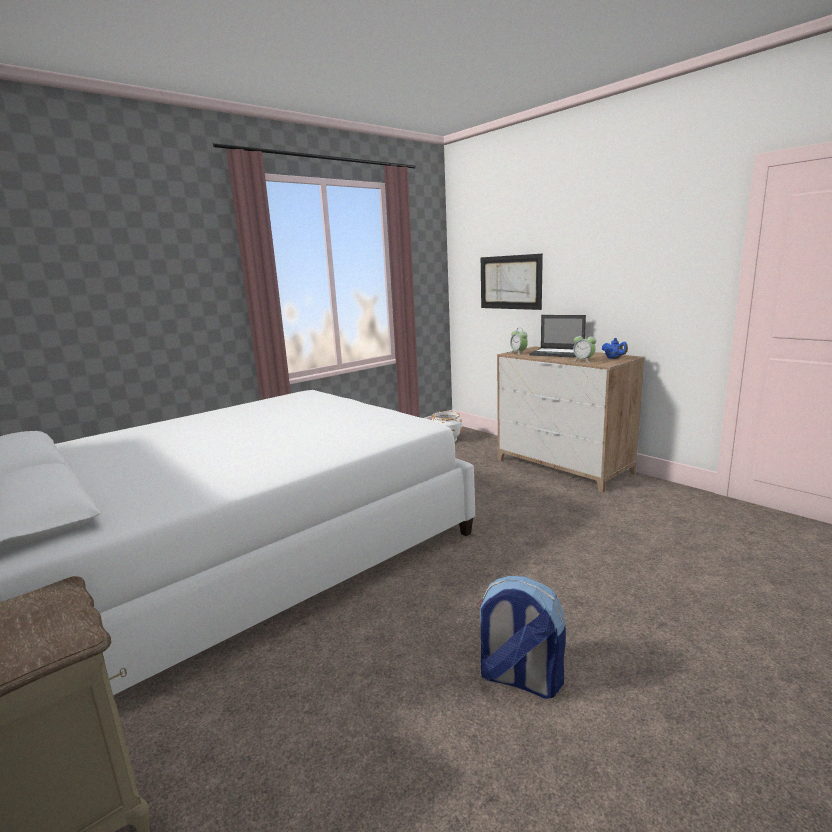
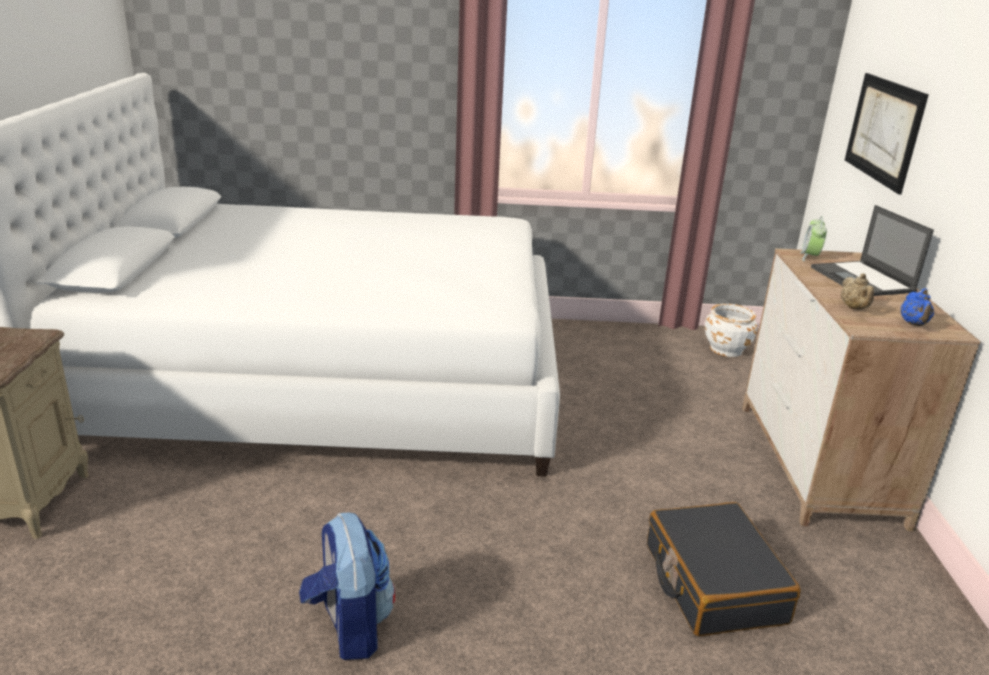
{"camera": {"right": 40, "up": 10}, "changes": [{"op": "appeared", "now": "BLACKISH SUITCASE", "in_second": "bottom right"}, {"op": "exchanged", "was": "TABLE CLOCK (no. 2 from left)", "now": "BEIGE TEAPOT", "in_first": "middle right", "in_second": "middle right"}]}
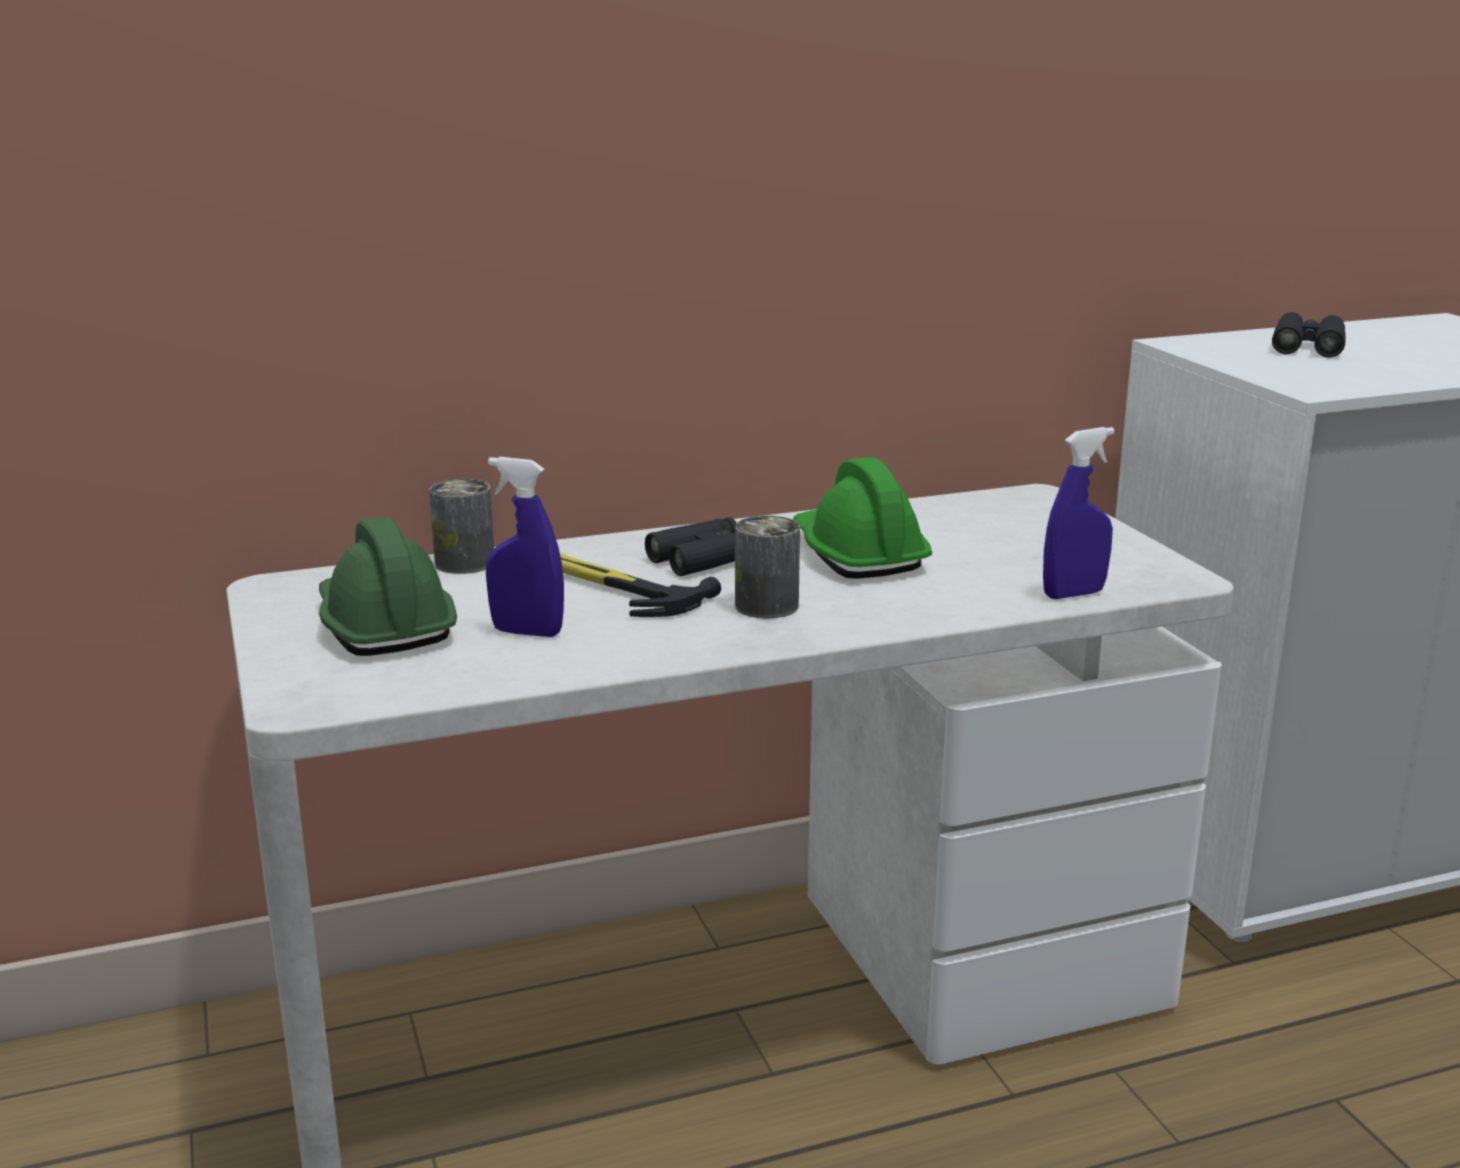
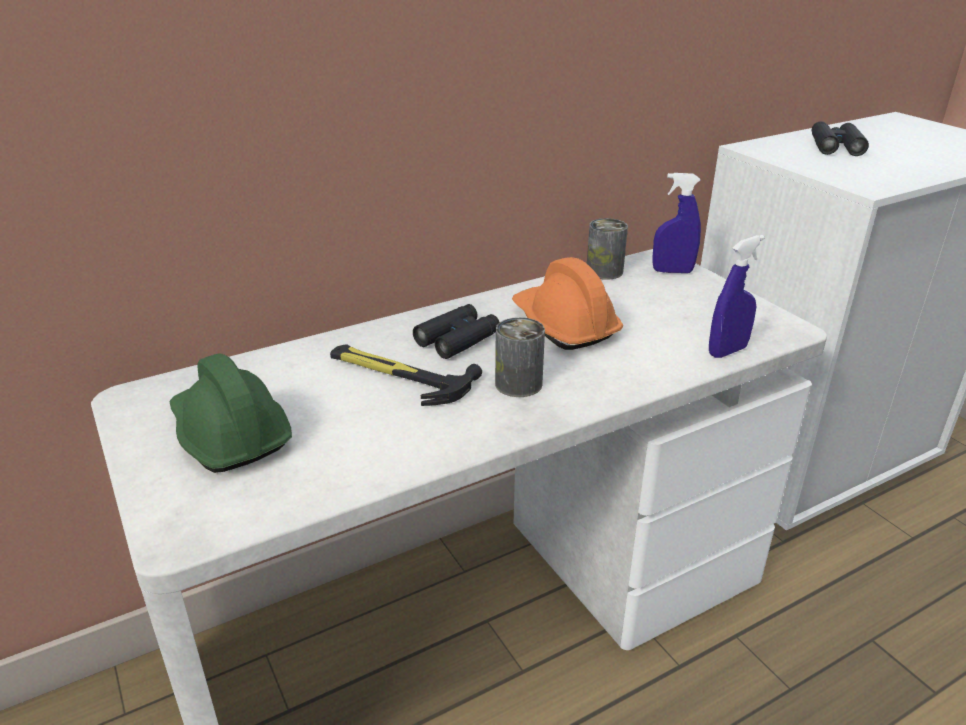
{"camera": {"right": -10, "up": 10}, "changes": [{"op": "colour", "was": "GREENISH HARD HAT (no. 2 from left)", "now": "ORANGEY HARD HAT", "in_first": "centre", "in_second": "centre"}, {"op": "relocated", "was": "METAL CAN (no. 1 from left in the first image)", "now": "METAL CAN (no. 2 from left)", "in_first": "middle left", "in_second": "centre"}, {"op": "relocated", "was": "BLUE HAND SPRAYER (no. 1 from left)", "in_first": "centre", "in_second": "top right"}]}
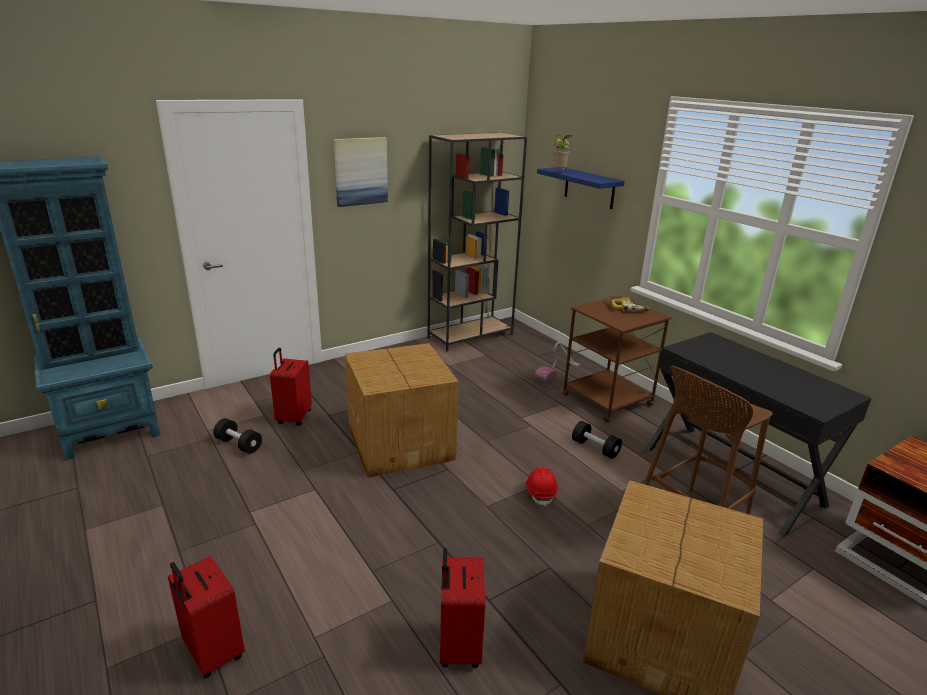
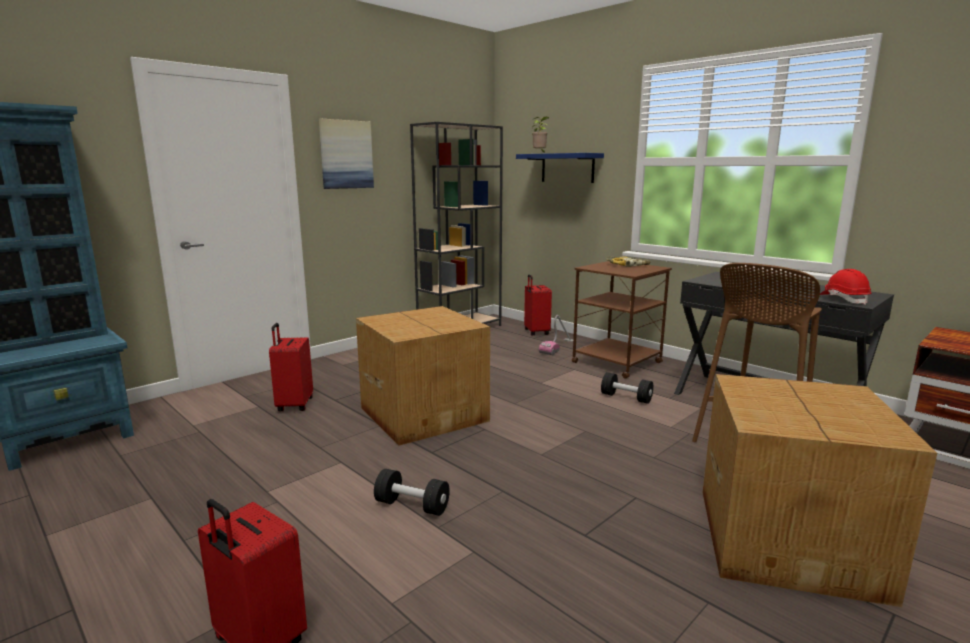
{"camera": {"right": -10, "up": -10}, "changes": [{"op": "relocated", "was": "BLACKISH DUMBBELL (no. 1 from left)", "in_first": "middle left", "in_second": "bottom centre"}, {"op": "relocated", "was": "RED-COLOURED SUITCASE (no. 3 from left)", "in_first": "bottom centre", "in_second": "centre"}, {"op": "relocated", "was": "RED-COLOURED HARD HAT", "in_first": "bottom centre", "in_second": "middle right"}]}
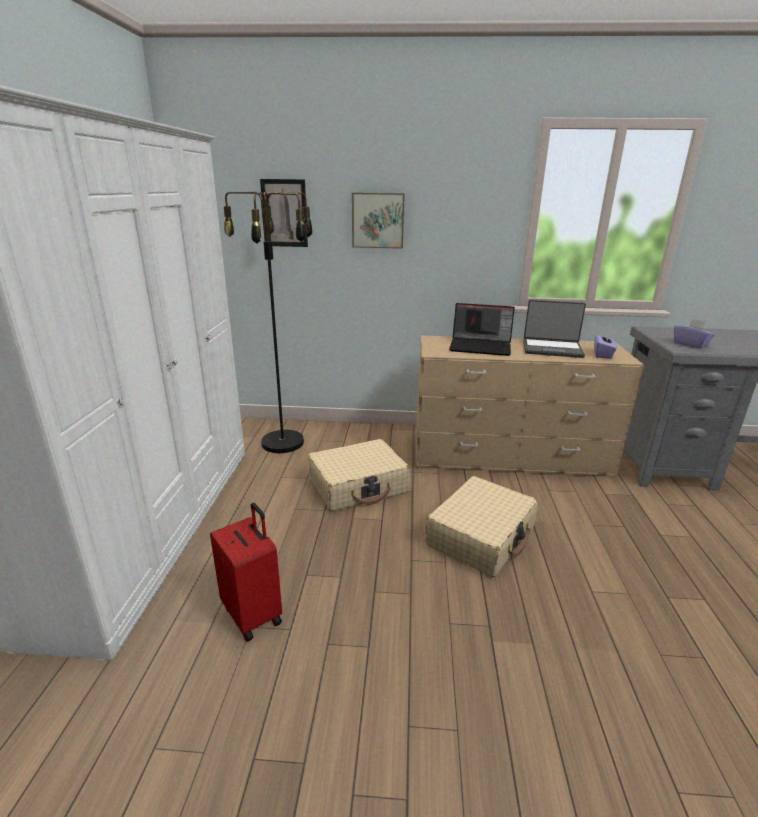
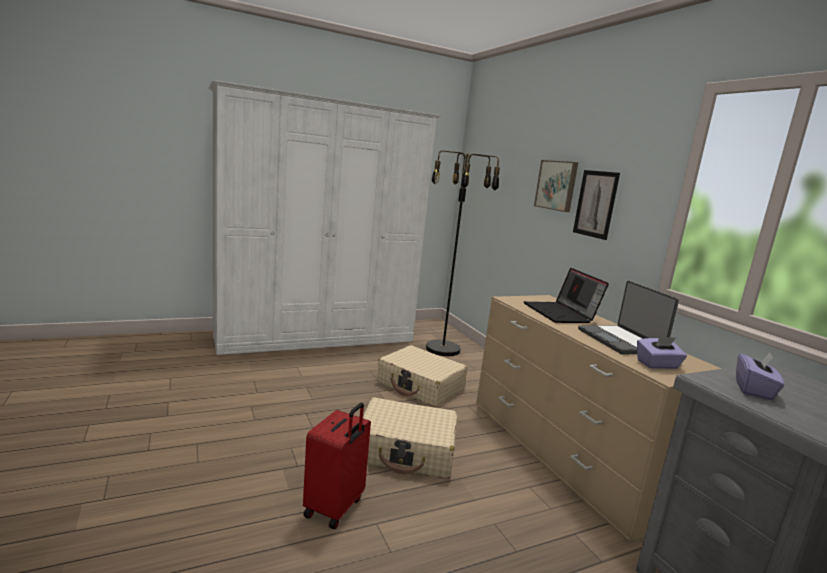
{"camera": {"right": 60, "up": -10}, "changes": [{"op": "relocated", "was": "RED-COLOURED SUITCASE", "in_first": "bottom left", "in_second": "bottom centre"}, {"op": "relocated", "was": "WALL PICTURE (no. 1 from left in the first image)", "now": "WALL PICTURE (no. 2 from left)", "in_first": "top centre", "in_second": "middle right"}]}
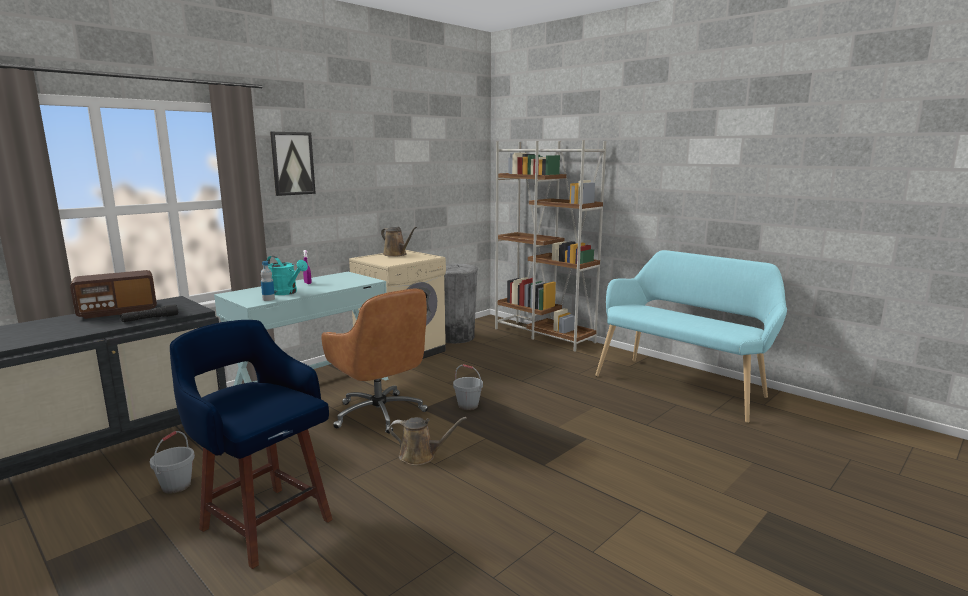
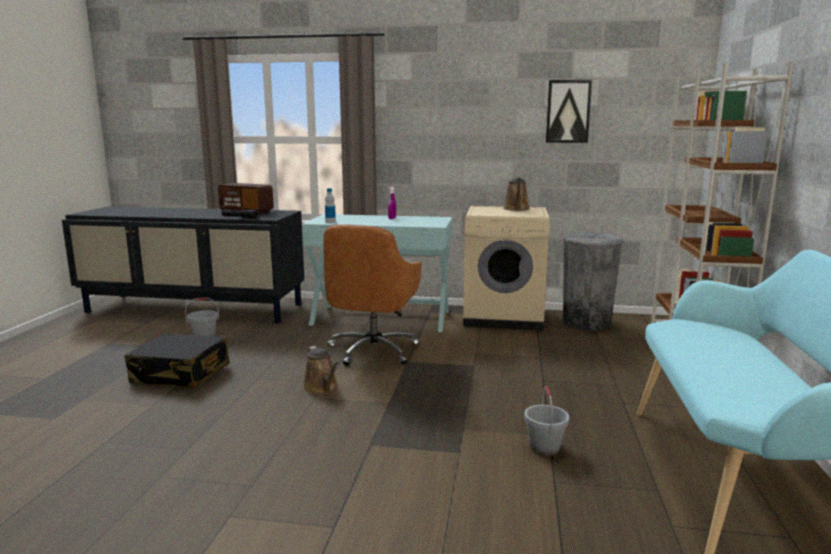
{"camera": {"right": 55, "up": 0}, "changes": [{"op": "exchanged", "was": "BLUE STOOL SEAT", "now": "BLACKISH SUITCASE", "in_first": "bottom left", "in_second": "middle left"}, {"op": "relocated", "was": "GREY WATER BUCKET (no. 2 from left)", "in_first": "centre", "in_second": "bottom centre"}, {"op": "relocated", "was": "WALL PICTURE", "in_first": "top left", "in_second": "top right"}, {"op": "missing", "was": "TURQUOISE-COLOURED WATERING POT", "in_first": "middle left"}]}
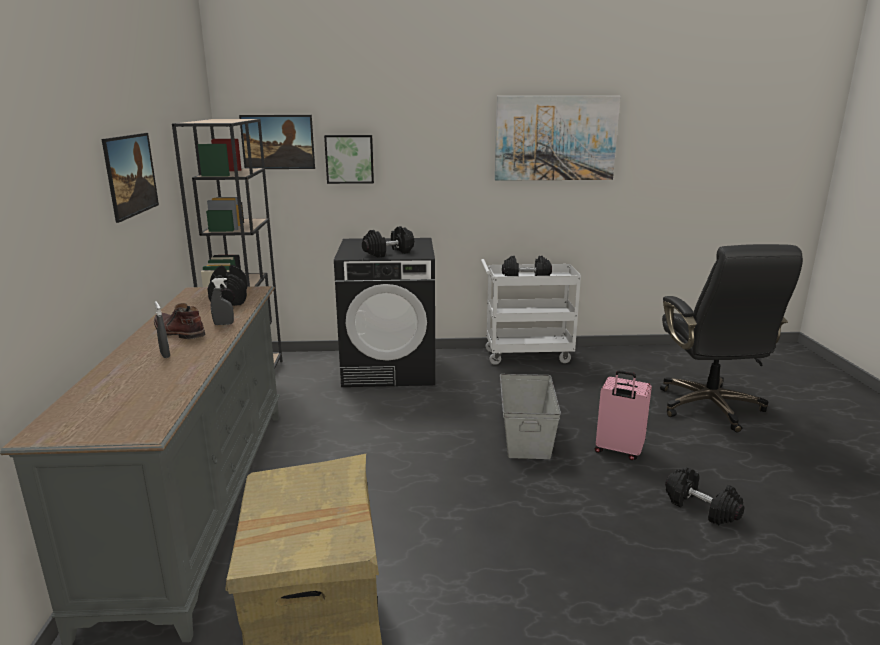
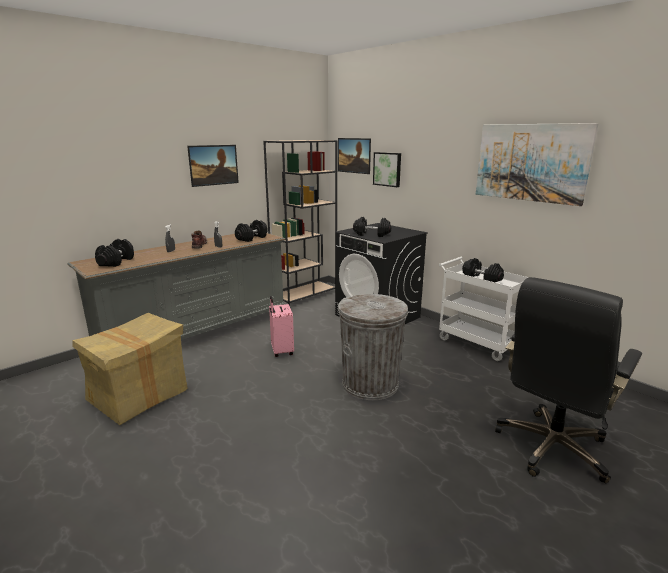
{"camera": {"right": 50, "up": 0}, "changes": [{"op": "relocated", "was": "BLACKISH DUMBBELL (no. 4 from left in the first image)", "now": "BLACKISH DUMBBELL (no. 1 from left)", "in_first": "bottom right", "in_second": "middle left"}, {"op": "relocated", "was": "PINKISH SUITCASE", "in_first": "middle right", "in_second": "centre"}, {"op": "exchanged", "was": "GREY STORAGE CONTAINER", "now": "GREY WASTE BIN", "in_first": "centre", "in_second": "centre"}]}
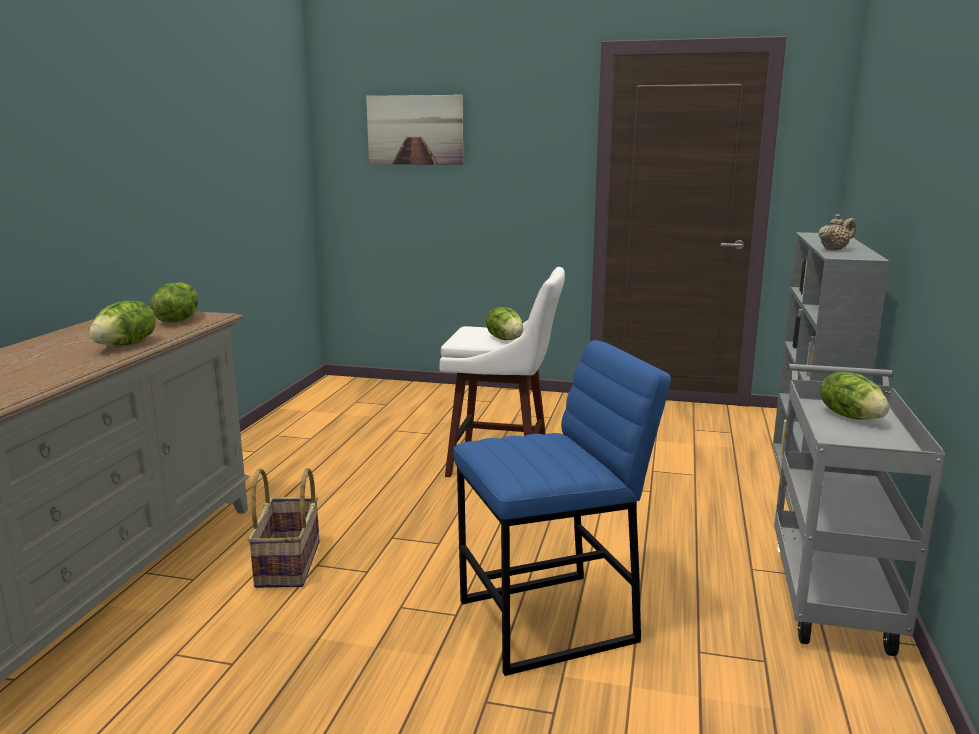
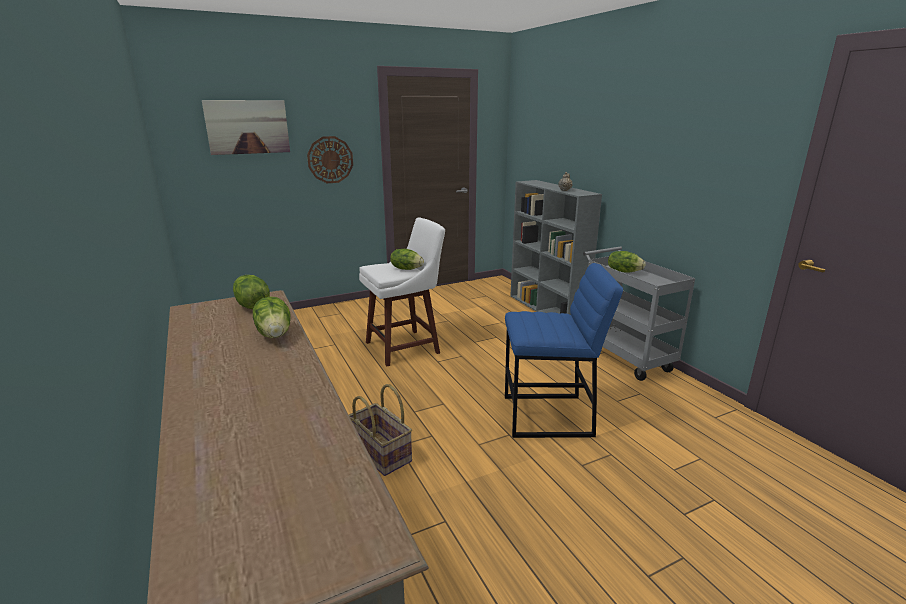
{"camera": {"right": -40, "up": 5}, "changes": [{"op": "appeared", "now": "HANGING CLOCK", "in_second": "top centre"}, {"op": "spun", "was": "BLUE UPRIGHT CHAIR", "in_first": "bottom centre", "in_second": "centre", "clockwise": 60}]}
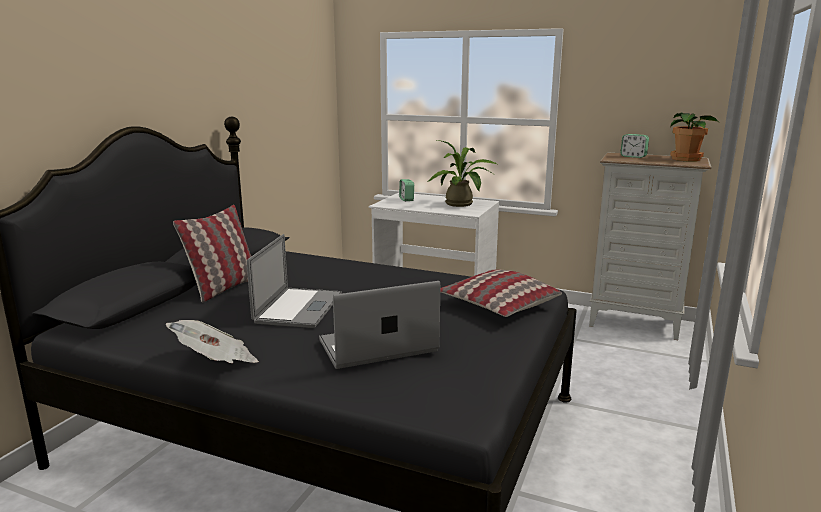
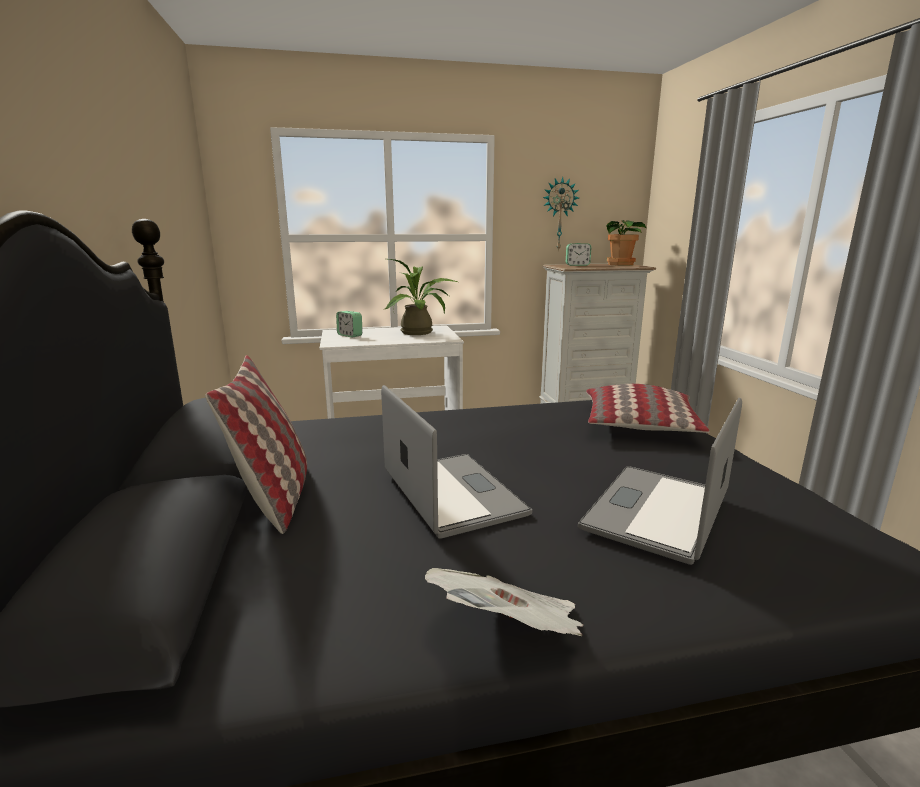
{"camera": {"right": -35, "up": 0}, "changes": [{"op": "appeared", "now": "HANGING CLOCK", "in_second": "top centre"}]}
